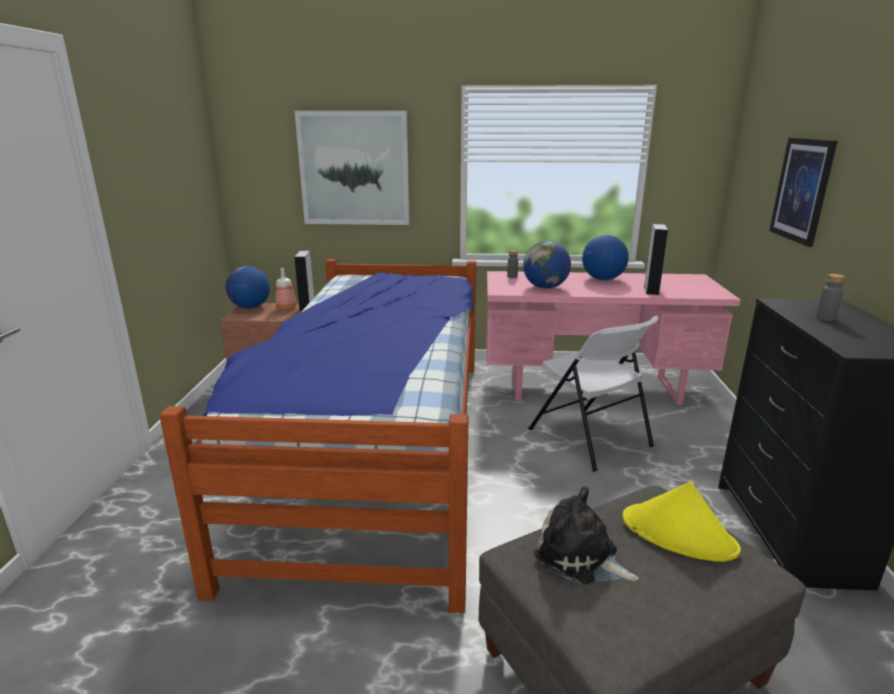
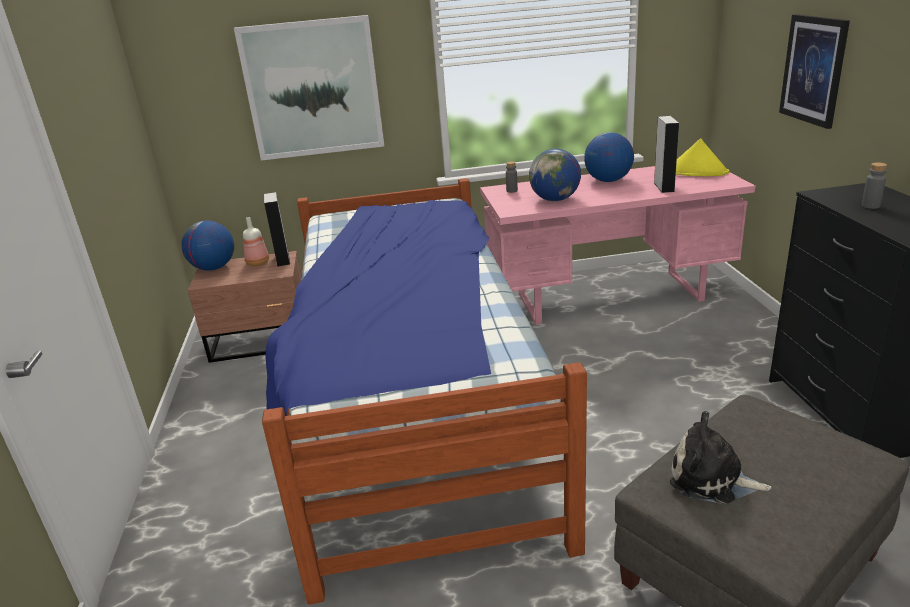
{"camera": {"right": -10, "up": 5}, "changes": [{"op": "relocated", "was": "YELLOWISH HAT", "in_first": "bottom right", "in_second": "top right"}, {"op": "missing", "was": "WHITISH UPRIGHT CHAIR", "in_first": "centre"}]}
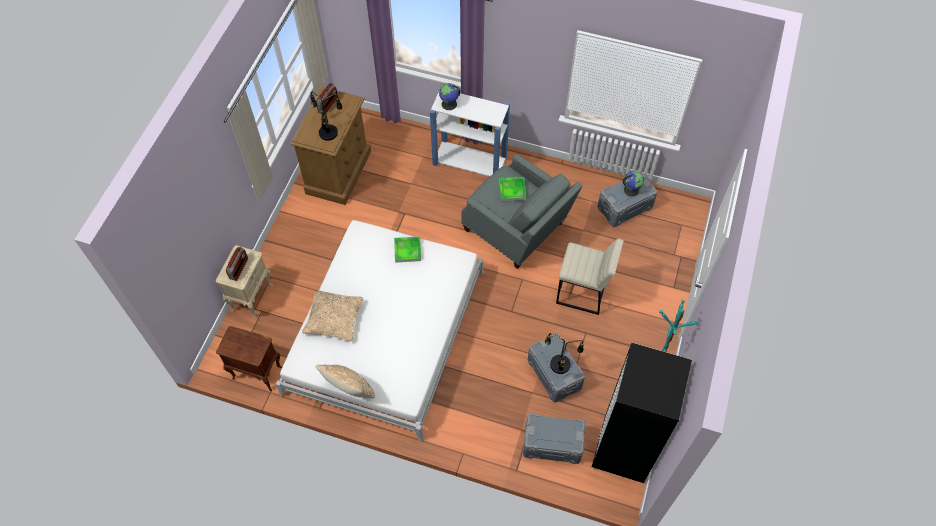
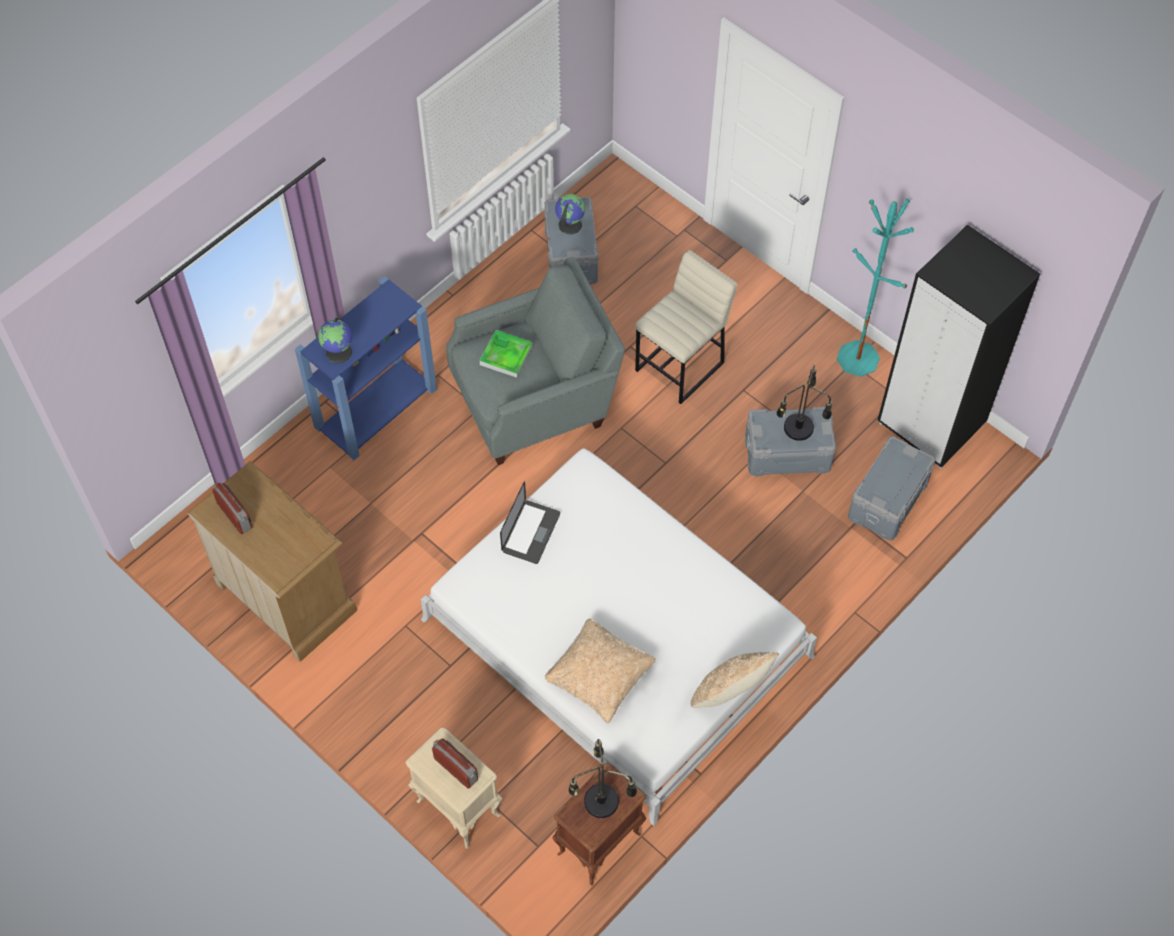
{"camera": {"right": -65, "up": 0}, "changes": [{"op": "colour", "was": "WHITISH BOOKCASE", "now": "BLUE BOOKCASE", "in_first": "top centre", "in_second": "middle left"}, {"op": "exchanged", "was": "CARRYING TRAY (no. 1 from left)", "now": "NOTEBOOK COMPUTER", "in_first": "centre", "in_second": "centre"}, {"op": "relocated", "was": "TABLE LAMP (no. 1 from left)", "in_first": "top centre", "in_second": "bottom centre"}]}
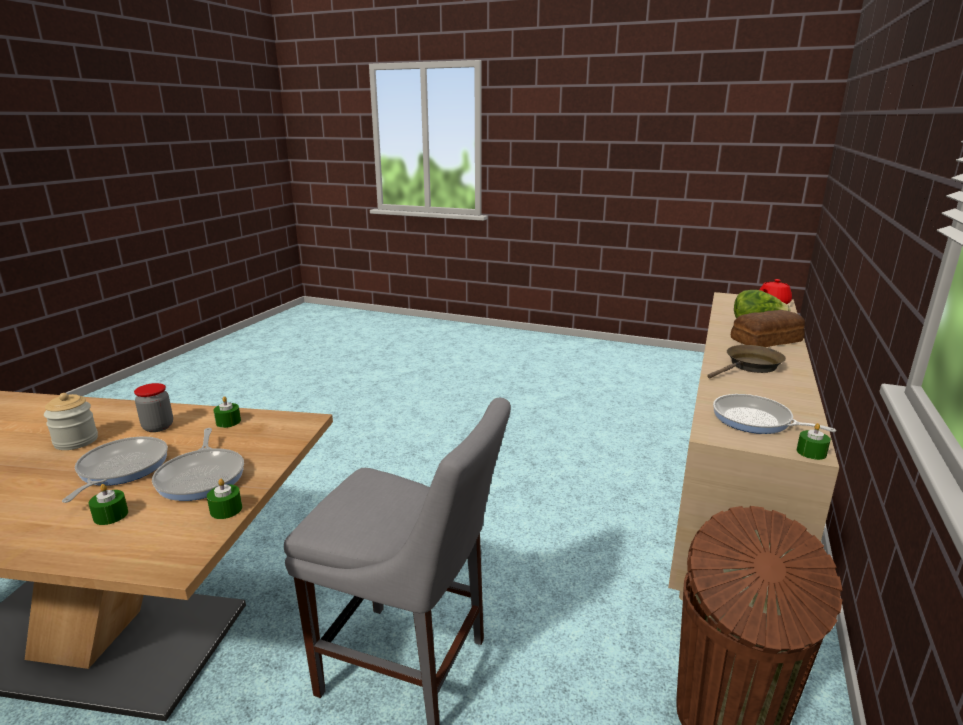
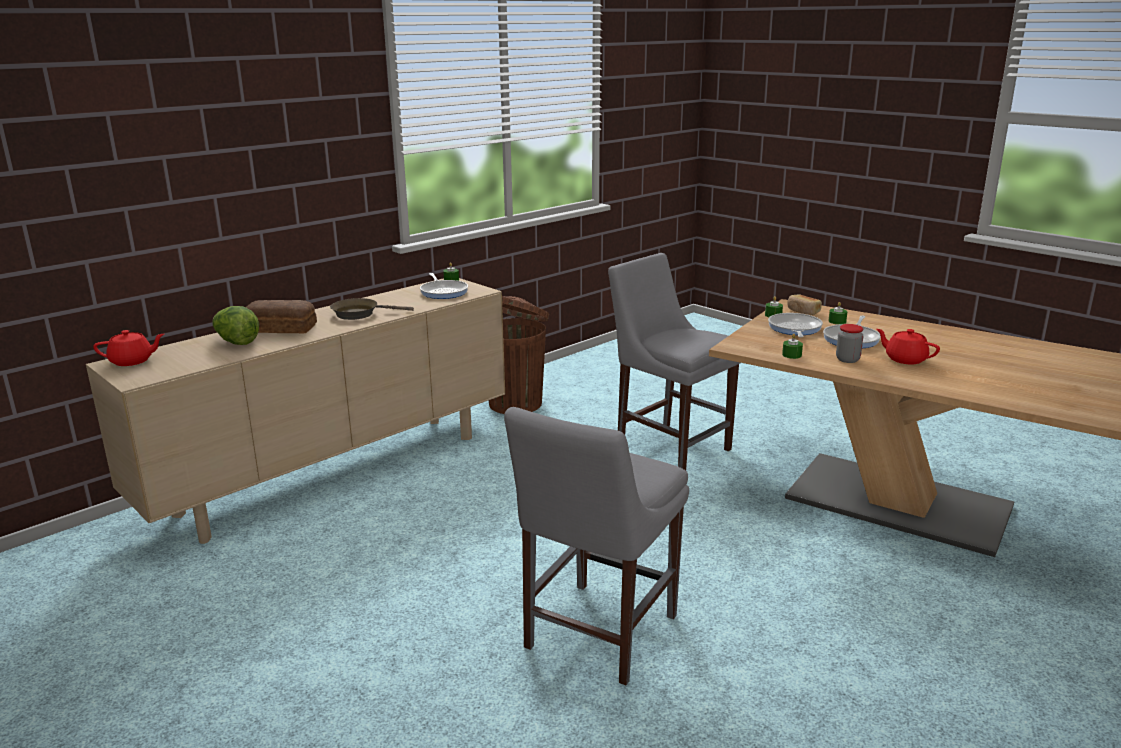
{"camera": {"right": -155, "up": 0}, "changes": [{"op": "appeared", "now": "GREY UPRIGHT CHAIR (no. 1 from left)", "in_second": "bottom centre"}, {"op": "appeared", "now": "BAKED BREAD (no. 2 from left)", "in_second": "middle right"}, {"op": "exchanged", "was": "PRESERVE JAR (no. 1 from left)", "now": "RED-COLOURED TEAPOT (no. 2 from left)", "in_first": "middle left", "in_second": "middle right"}]}
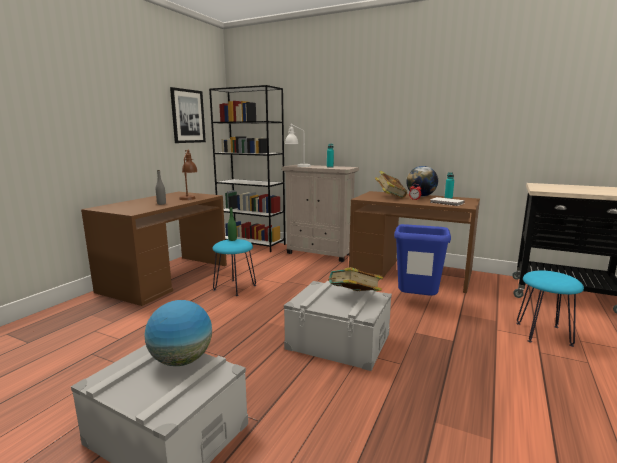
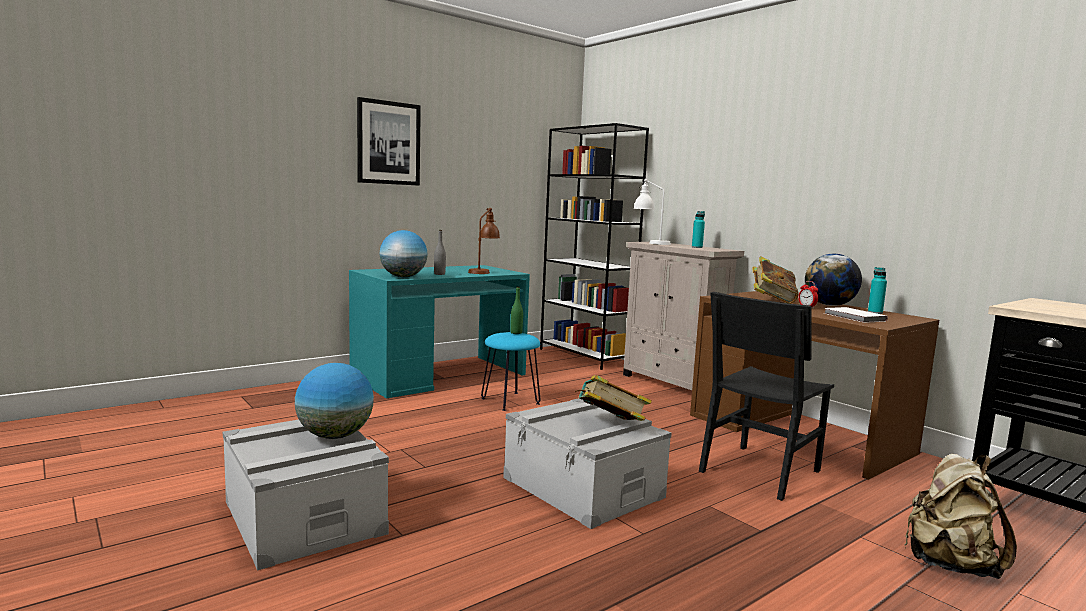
{"camera": {"right": 25, "up": -5}, "changes": [{"op": "colour", "was": "BROWNISH DESK TABLE (no. 1 from left)", "now": "TURQUOISE-COLOURED DESK TABLE", "in_first": "middle left", "in_second": "centre"}, {"op": "relocated", "was": "WALL PICTURE", "in_first": "top left", "in_second": "top centre"}, {"op": "appeared", "now": "WORLD GLOBE (no. 2 from left)", "in_second": "centre"}, {"op": "exchanged", "was": "BLUE WASTE BIN", "now": "BLACKISH UPRIGHT CHAIR", "in_first": "middle right", "in_second": "middle right"}, {"op": "exchanged", "was": "TURQUOISE-COLOURED STOOL SEAT (no. 2 from left)", "now": "BEIGE KNAPSACK", "in_first": "bottom right", "in_second": "bottom right"}]}
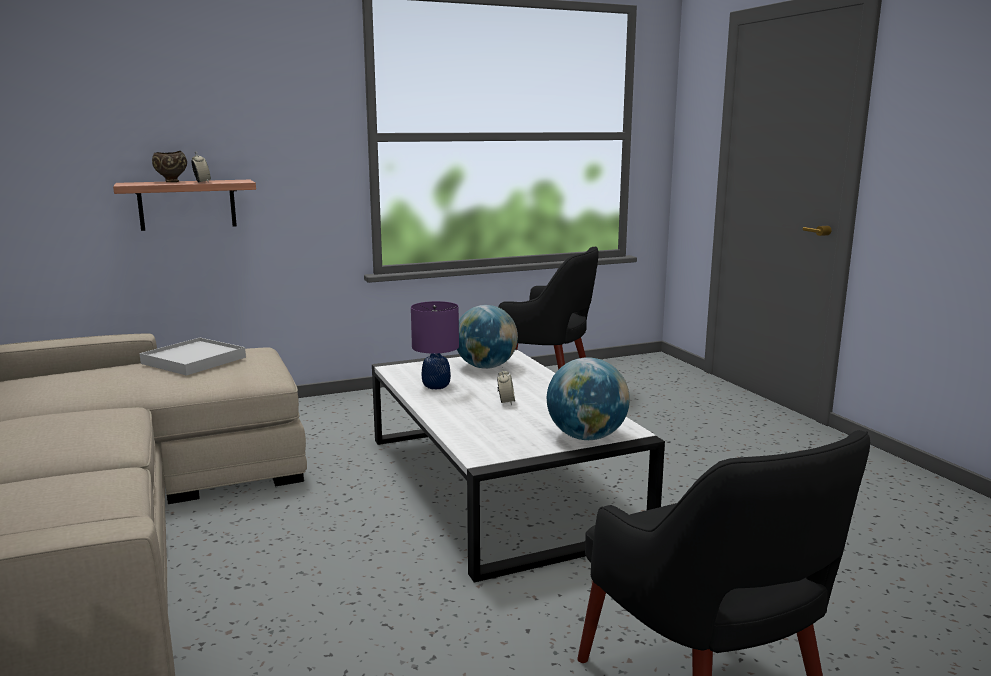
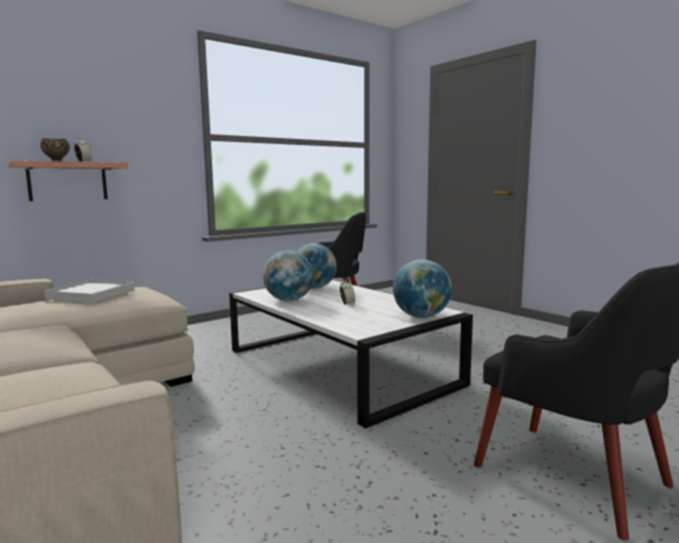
{"camera": {"right": -15, "up": -5}, "changes": [{"op": "exchanged", "was": "PURPLE-COLOURED TABLE LAMP", "now": "WORLD GLOBE (no. 1 from left)", "in_first": "centre", "in_second": "centre"}]}
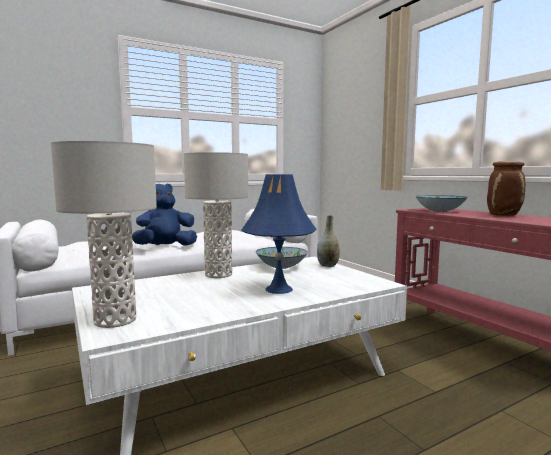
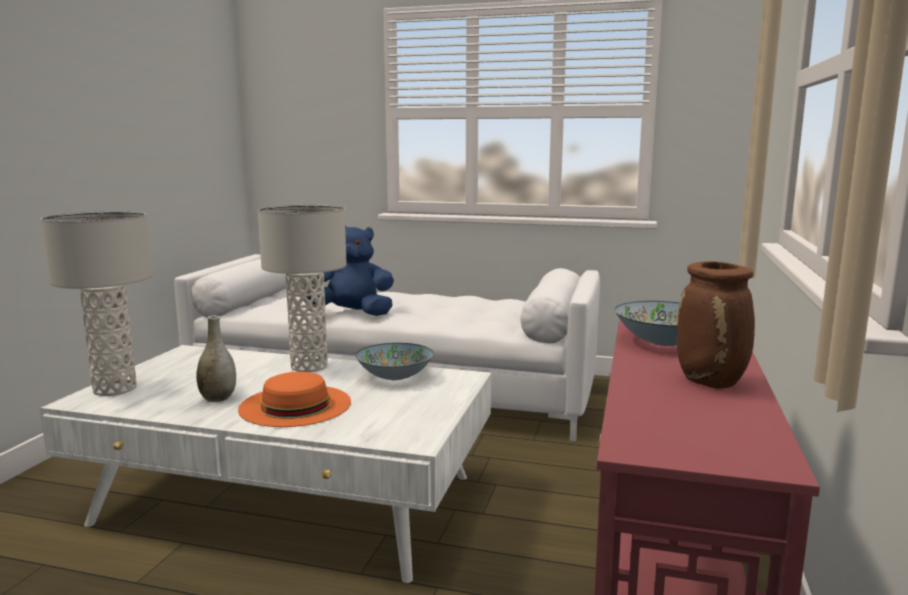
{"camera": {"right": 45, "up": 5}, "changes": [{"op": "relocated", "was": "GREY FLOWER VASE", "in_first": "centre", "in_second": "middle left"}, {"op": "exchanged", "was": "BLUE TABLE LAMP", "now": "ORANGEY HAT", "in_first": "centre", "in_second": "bottom left"}]}
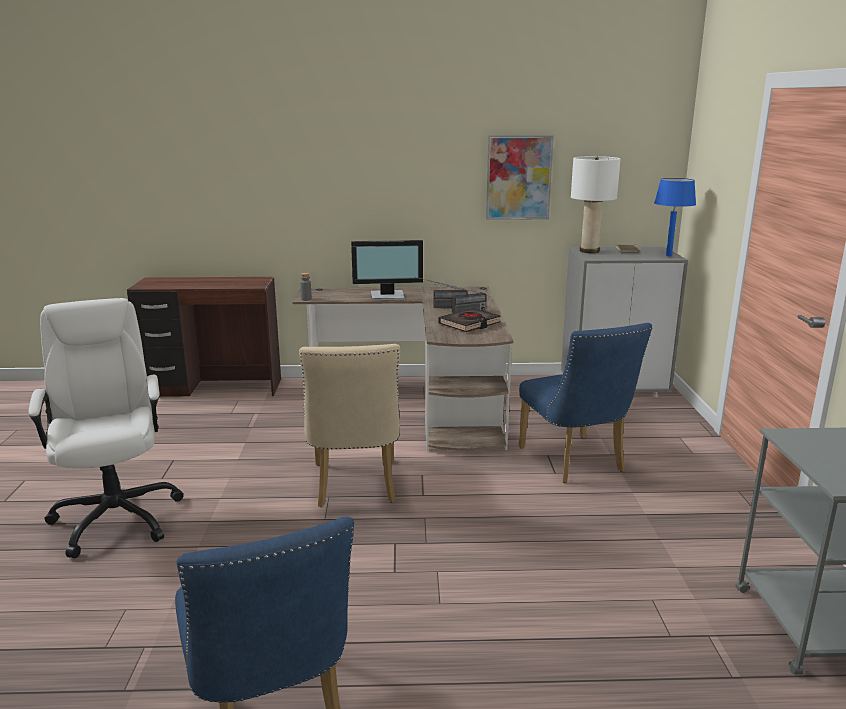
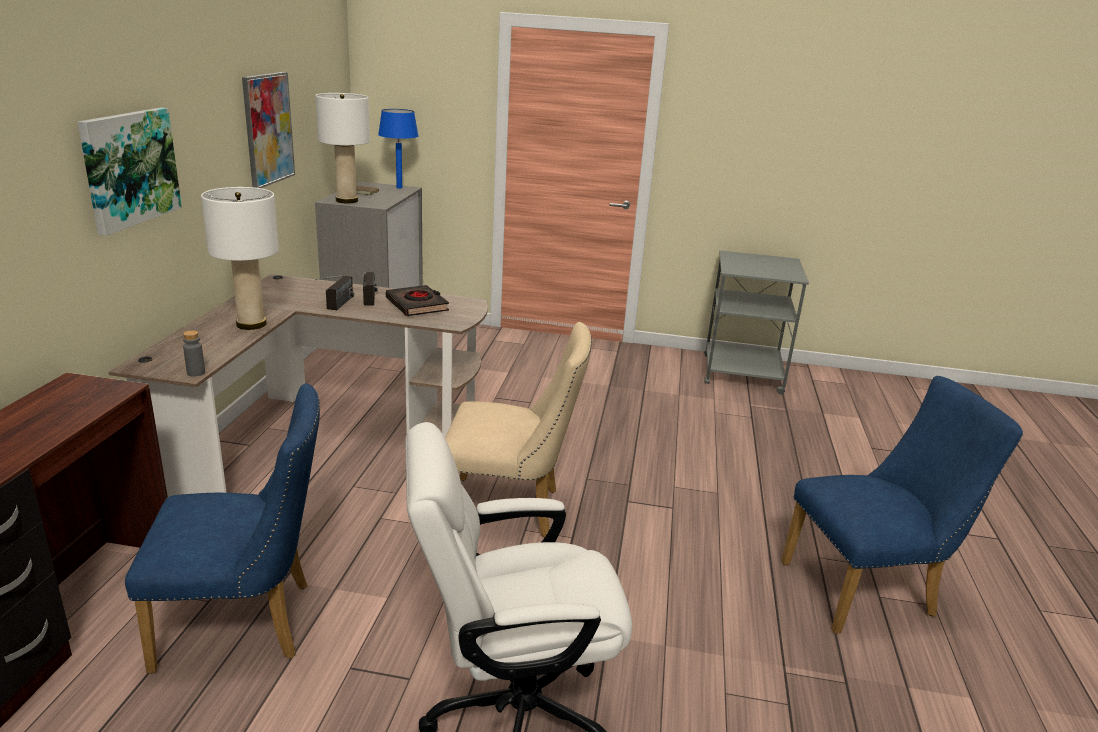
{"camera": {"right": -80, "up": 5}, "changes": [{"op": "appeared", "now": "WALL PICTURE (no. 1 from left)", "in_second": "top left"}, {"op": "relocated", "was": "BLUE UPRIGHT CHAIR (no. 2 from left in the first image)", "now": "BLUE UPRIGHT CHAIR (no. 1 from left)", "in_first": "middle right", "in_second": "bottom left"}, {"op": "exchanged", "was": "COMPUTER DISPLAY", "now": "WHITISH TABLE LAMP (no. 1 from left)", "in_first": "centre", "in_second": "middle left"}]}
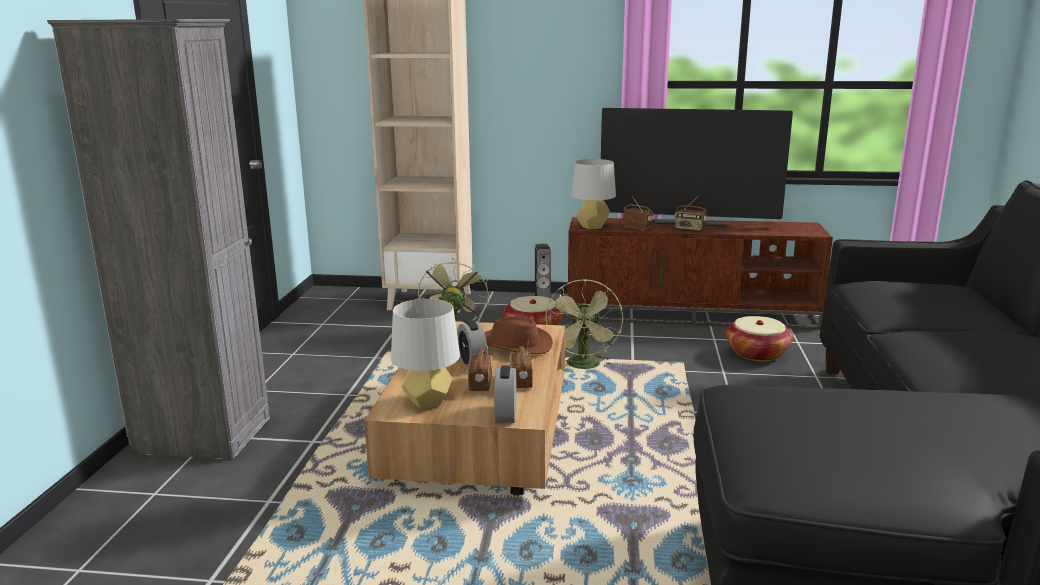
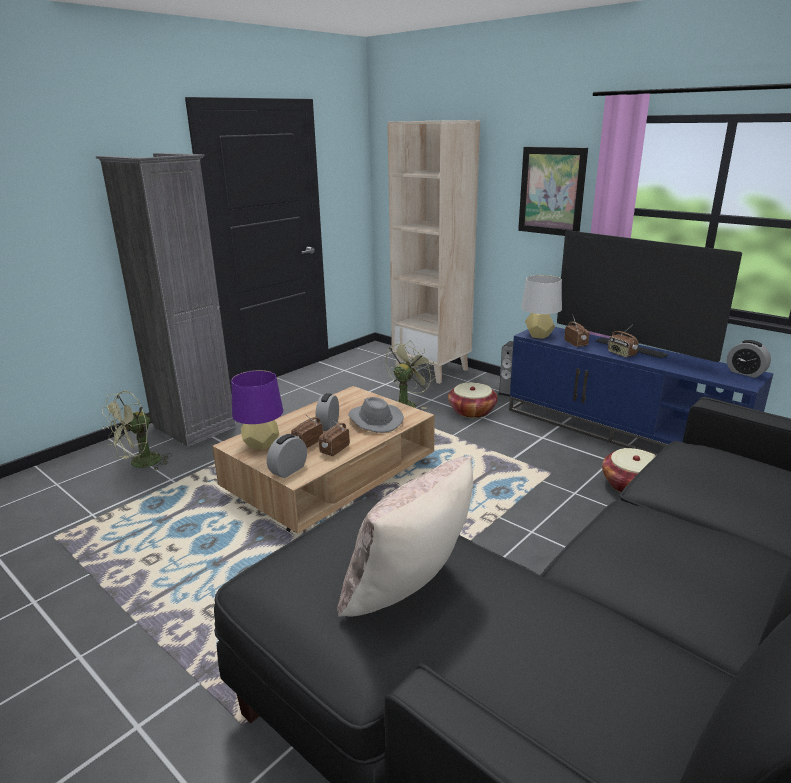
{"camera": {"right": 35, "up": 5}, "changes": [{"op": "relocated", "was": "GREENISH COOLING FAN (no. 2 from left in the first image)", "now": "GREENISH COOLING FAN (no. 1 from left)", "in_first": "centre", "in_second": "middle left"}, {"op": "colour", "was": "GREY TABLE LAMP (no. 1 from left)", "now": "PURPLE-COLOURED TABLE LAMP", "in_first": "centre", "in_second": "middle left"}, {"op": "appeared", "now": "BEIGE PILLOW", "in_second": "bottom centre"}, {"op": "colour", "was": "BROWNISH HAT", "now": "GREY HAT", "in_first": "centre", "in_second": "centre"}, {"op": "colour", "was": "BROWNISH MEDIA CONSOLE", "now": "BLUE MEDIA CONSOLE", "in_first": "middle right", "in_second": "middle right"}, {"op": "appeared", "now": "WALL PICTURE", "in_second": "top right"}, {"op": "appeared", "now": "TABLE CLOCK (no. 3 from left)", "in_second": "middle right"}]}
